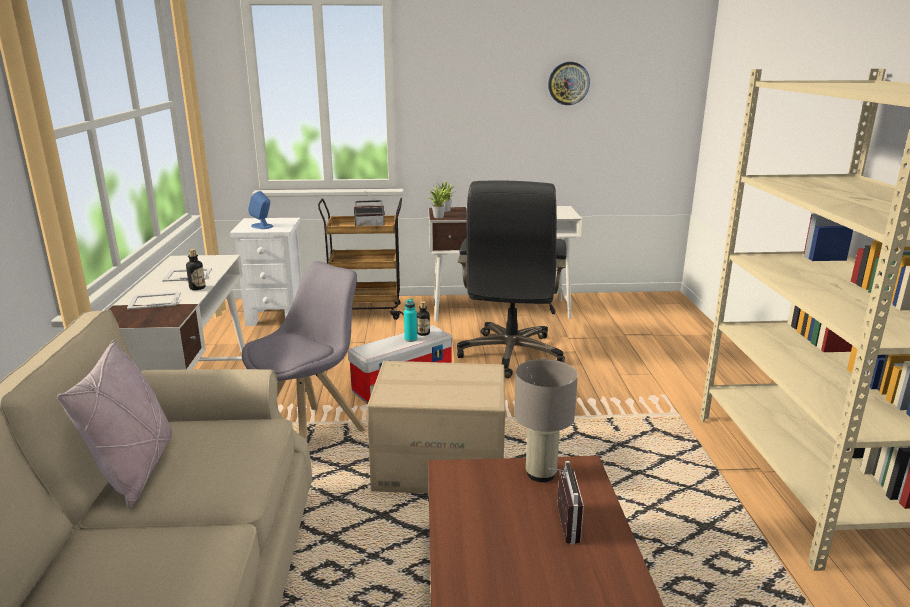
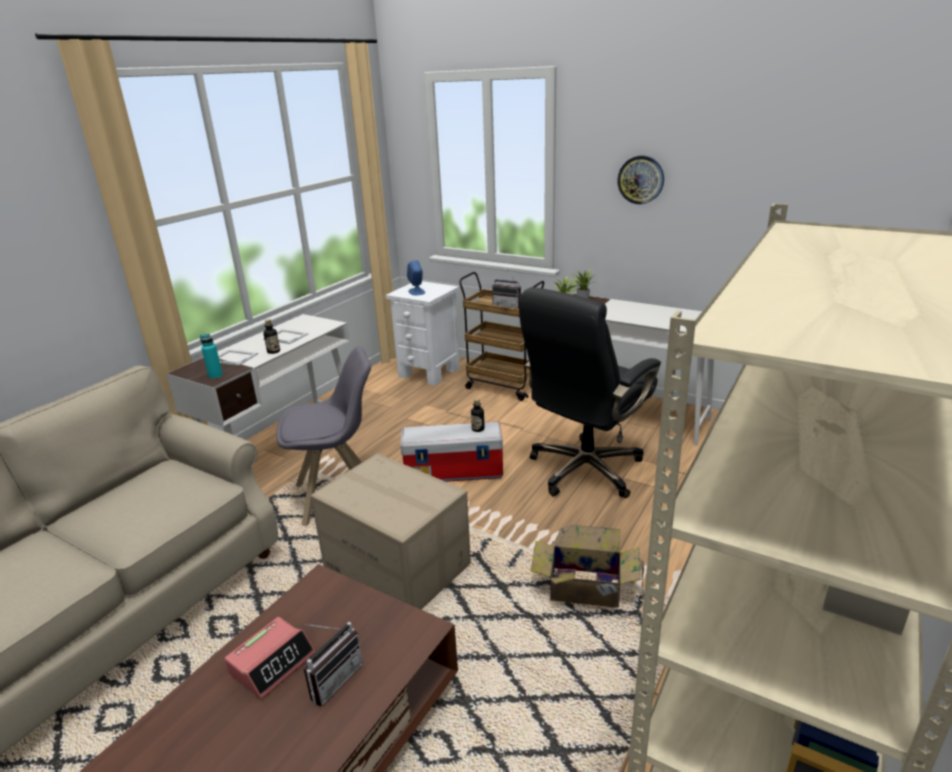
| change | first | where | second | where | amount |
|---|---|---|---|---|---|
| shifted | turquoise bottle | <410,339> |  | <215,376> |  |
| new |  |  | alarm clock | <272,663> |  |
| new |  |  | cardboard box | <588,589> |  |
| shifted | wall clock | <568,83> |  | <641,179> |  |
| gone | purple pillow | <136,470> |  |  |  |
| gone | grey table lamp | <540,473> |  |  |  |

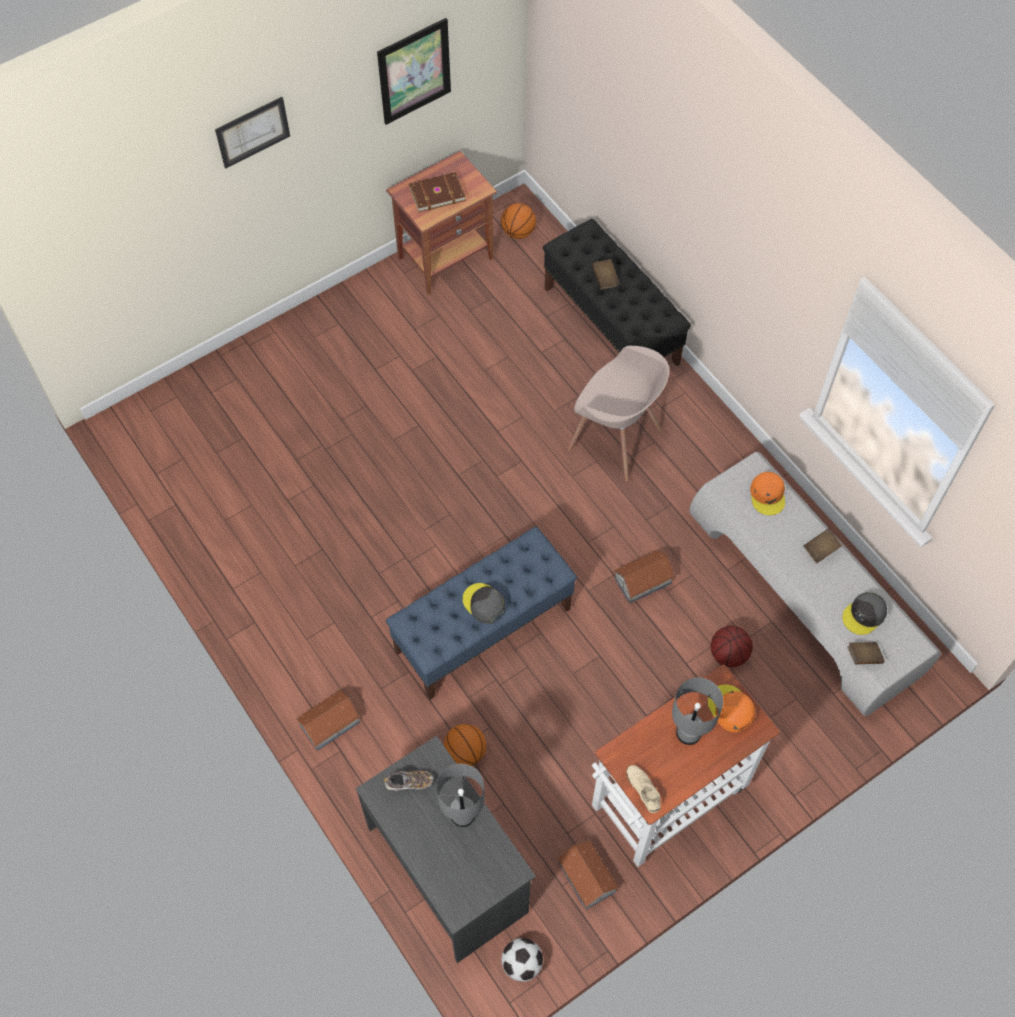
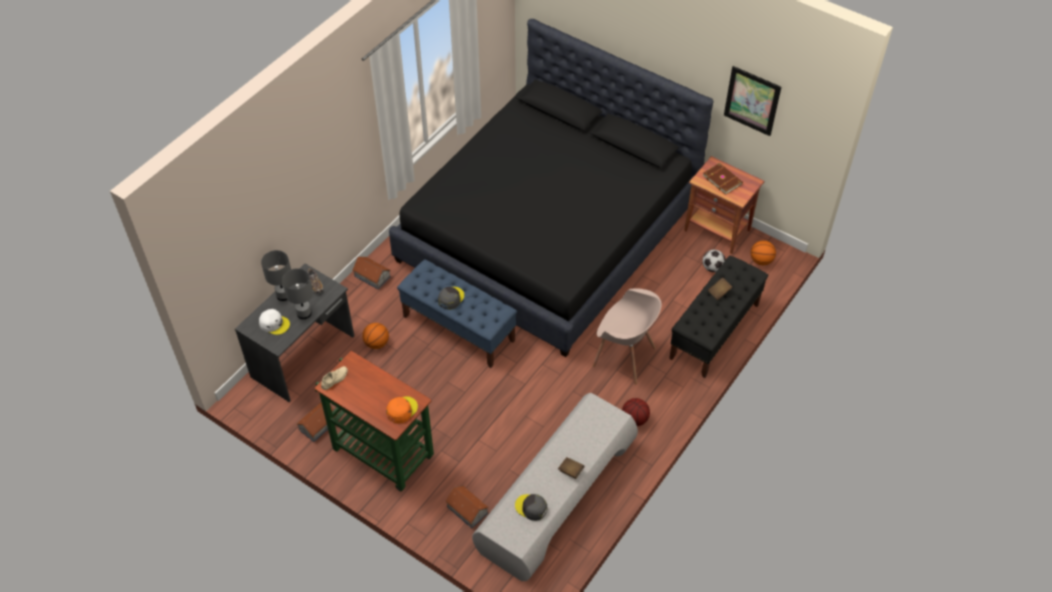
| change | first | where | second | where | amount |
|---|---|---|---|---|---|
| new |  |  | white cap | <274,324> |  |
| shifted | grey table lamp | <689,732> |  | <284,295> |  |
| repainted | white cart | <666,799> | green cart | <381,453> |  |
| new |  |  | black bed | <548,231> |  |
| shifted | toy house | <643,580> |  | <467,510> |  |
| rotated | beige chair | <615,441> |  | <624,358> | 75 degrees counterclockwise |
| shifted | basketball | <729,654> |  | <634,419> |  |
| shifted | football | <522,964> |  | <712,268> |  |
| gone | picture | <252,132> |  |  |  |
| gone | orange cap | <767,495> |  |  |  |
| gone | brown book | <863,656> |  |  |  |

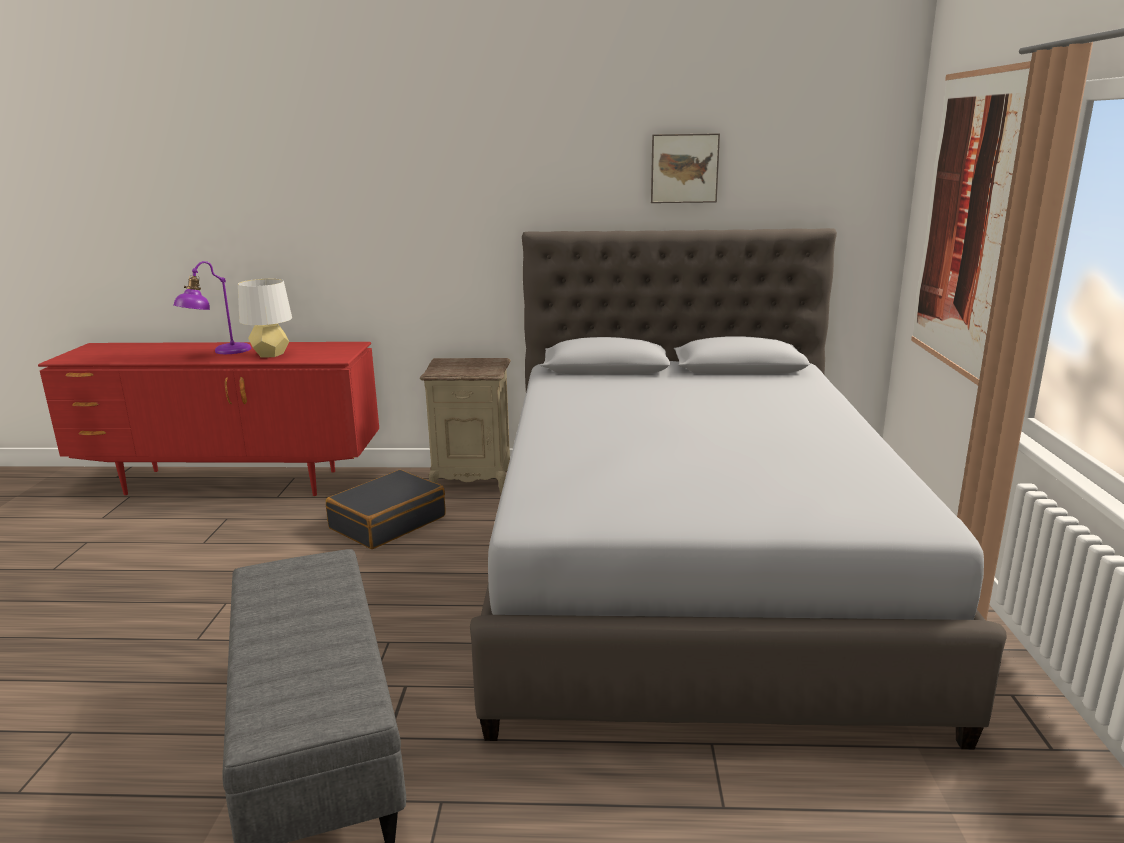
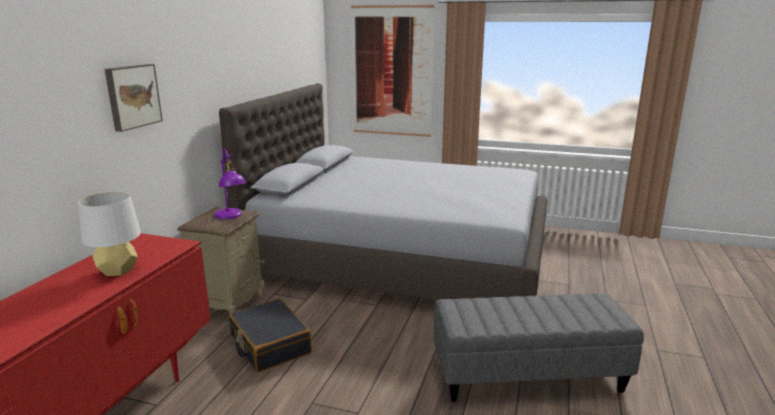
| change | first | where | second | where | amount |
|---|---|---|---|---|---|
| shifted | picture | <684,168> |  | <132,96> |  |
| shifted | purple table lamp | <218,353> |  | <232,218> |  |

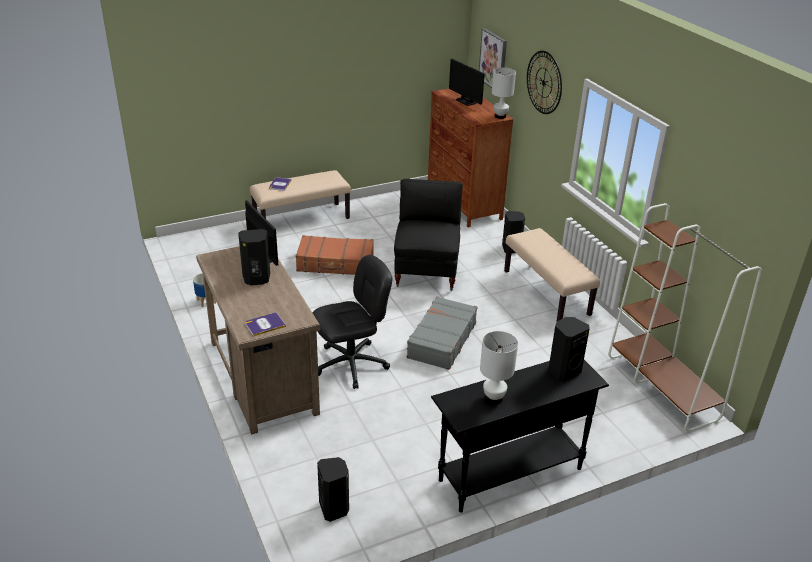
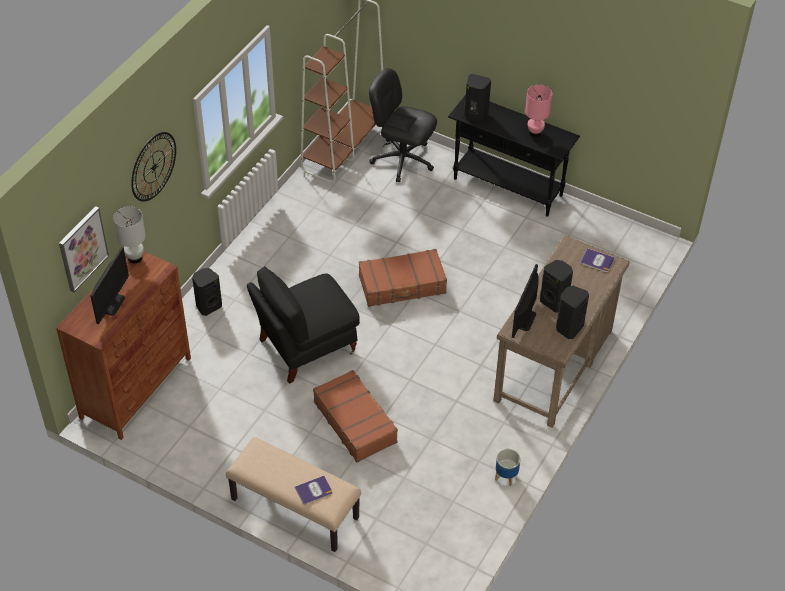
| change | first | where | second | where | amount |
|---|---|---|---|---|---|
| repainted | grey suitcase | <441,340> | brown suitcase | <402,285> |  |
| shifted | black office chair | <351,364> |  | <402,159> |  |
| repainted | white table lamp | <494,398> | pink table lamp | <534,132> |  |
| shifted | black speaker | <334,508> |  | <568,328> |  |
| gone | beige bench | <547,292> |  |  |  |

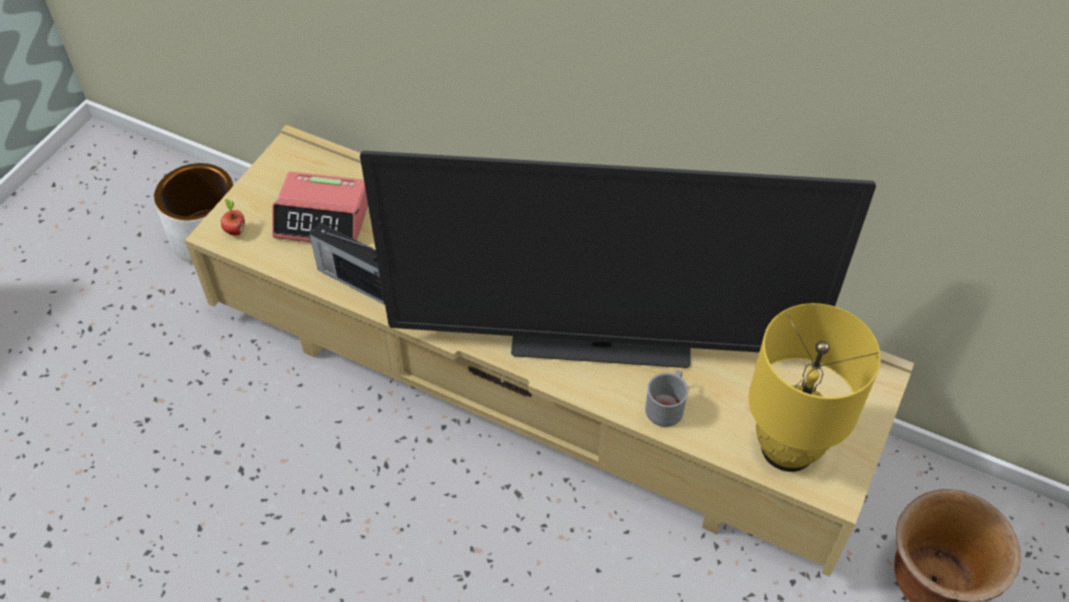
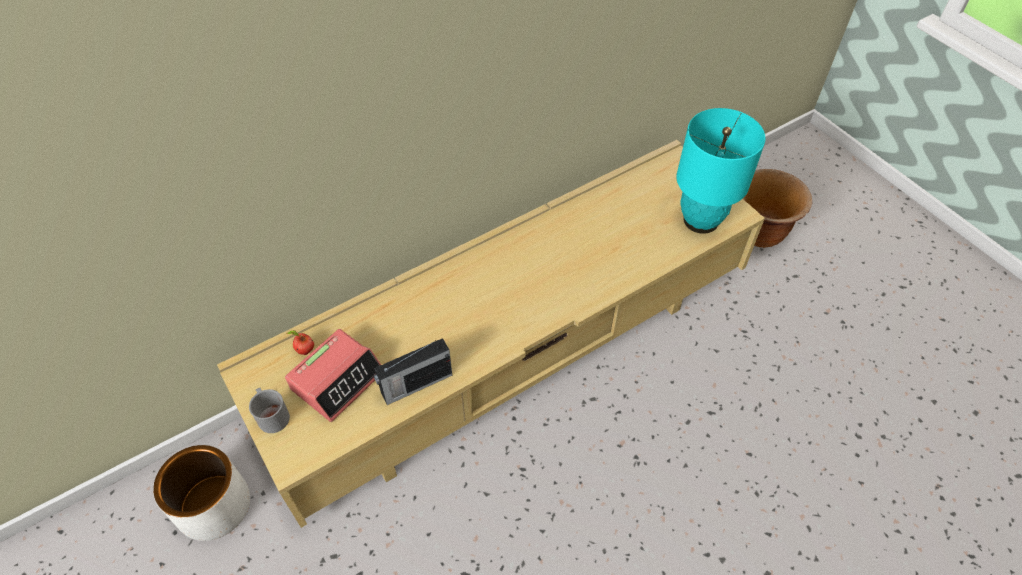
| change | first | where | second | where | amount |
|---|---|---|---|---|---|
| shifted | grey mug | <667,405> |  | <271,415> |  |
| shifted | apple | <235,231> |  | <304,350> |  |
| repainted | yellow table lamp | <787,449> | turquoise table lamp | <701,220> |  |
| gone | television | <600,348> |  |  |  |

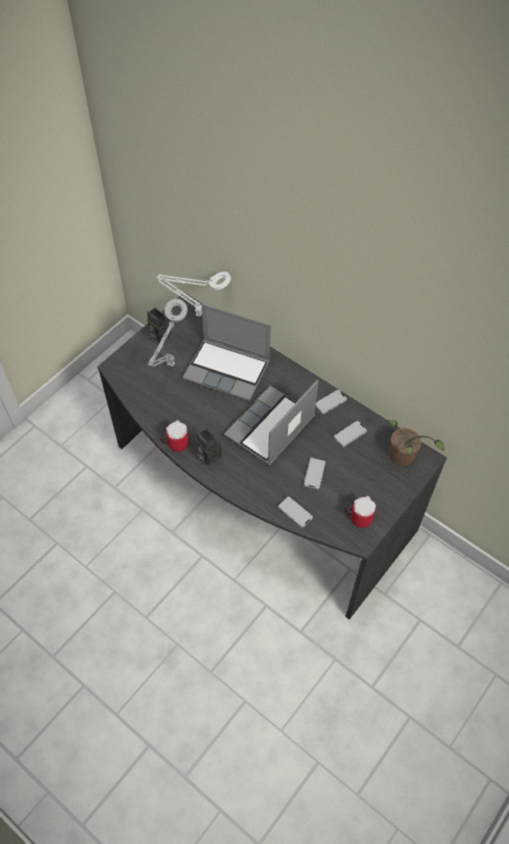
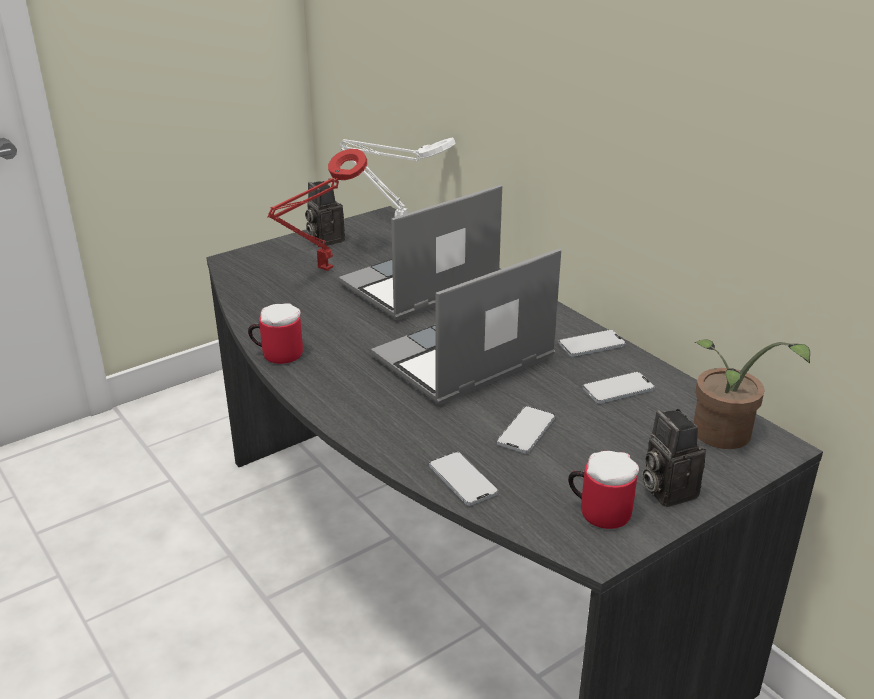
| change | first | where | second | where | amount |
|---|---|---|---|---|---|
| repainted | grey table lamp | <170,366> | red table lamp | <322,270> |  |
| rotated | laptop | <228,370> |  | <419,286> | 105 degrees clockwise |
| shifted | photo camera | <207,455> |  | <665,489> |  |

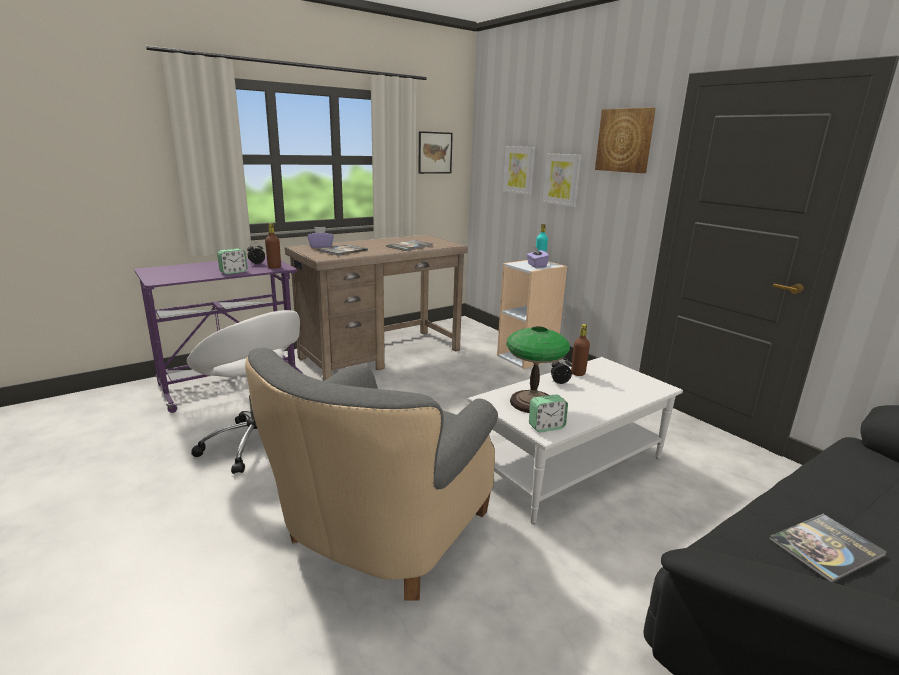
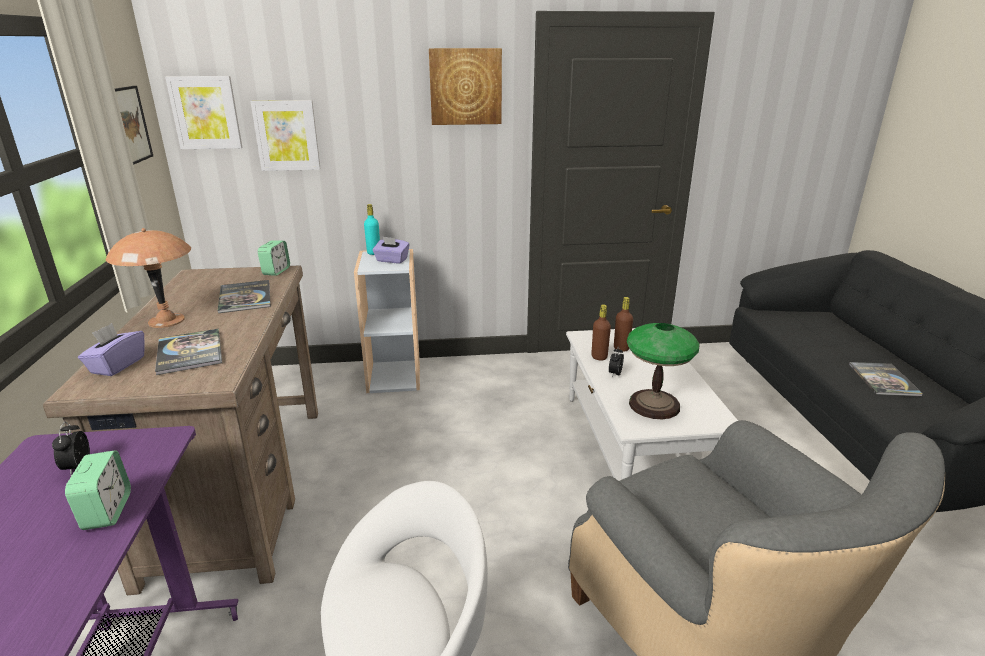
| change | first | where | second | where | amount |
|---|---|---|---|---|---|
| new |  |  | brown table lamp | <166,320> |  |
| shifted | picture | <562,179> |  | <205,112> |  |
| shifted | alarm clock | <546,427> |  | <276,271> |  |
| shifted | brown bottle | <274,267> |  | <621,348> |  |

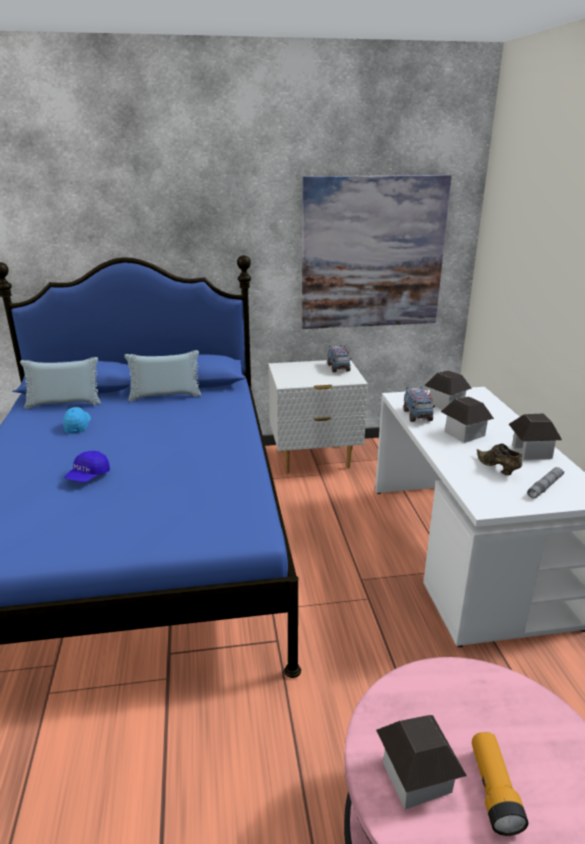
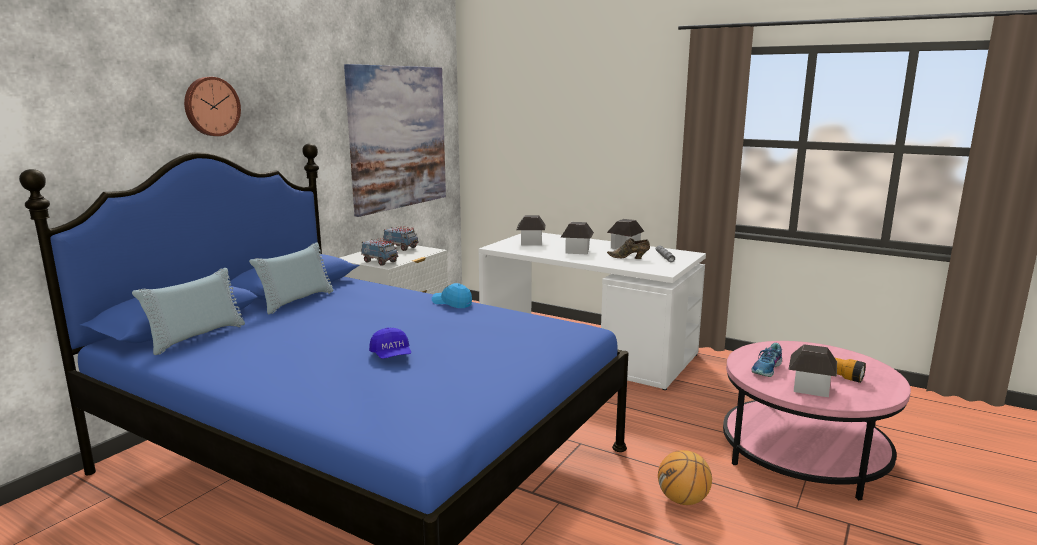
| change | first | where | second | where | amount |
|---|---|---|---|---|---|
| new |  |  | wall clock | <211,106> |  |
| shifted | toy truck | <417,416> |  | <380,262> |  |
| shifted | blue cap | <77,424> |  | <452,303> |  |
| new |  |  | basketball | <683,500> |  |
| new |  |  | shoe | <767,369> |  |

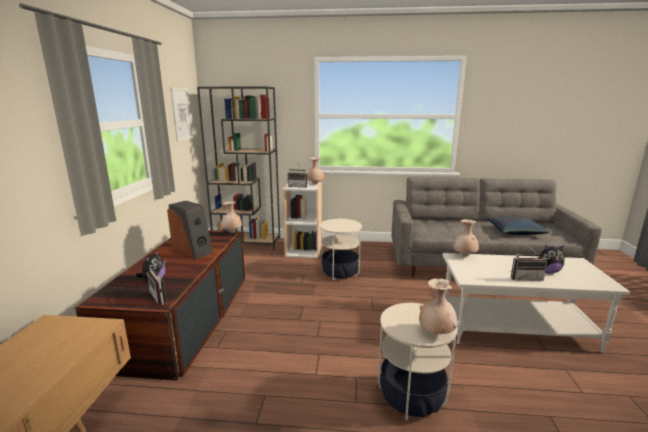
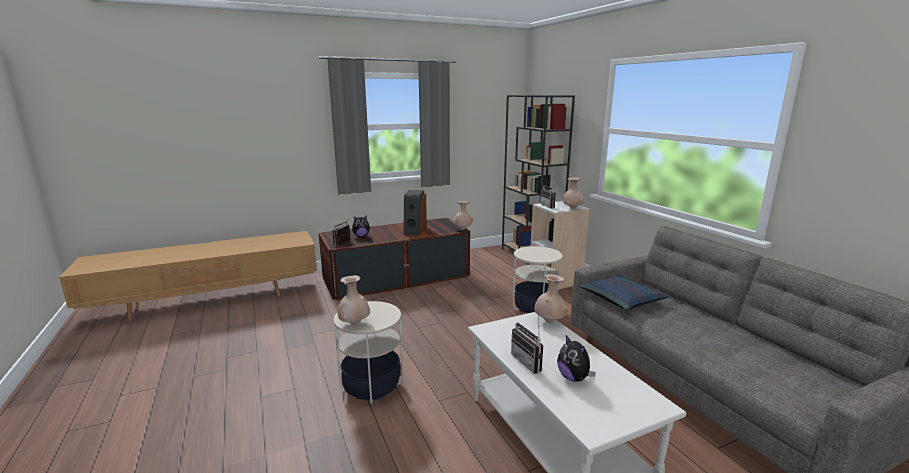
| change | first | where | second | where | amount |
|---|---|---|---|---|---|
| shifted | blue pillow | <515,231> |  | <622,300> |  |
| gone | picture | <182,114> |  |  |  |

